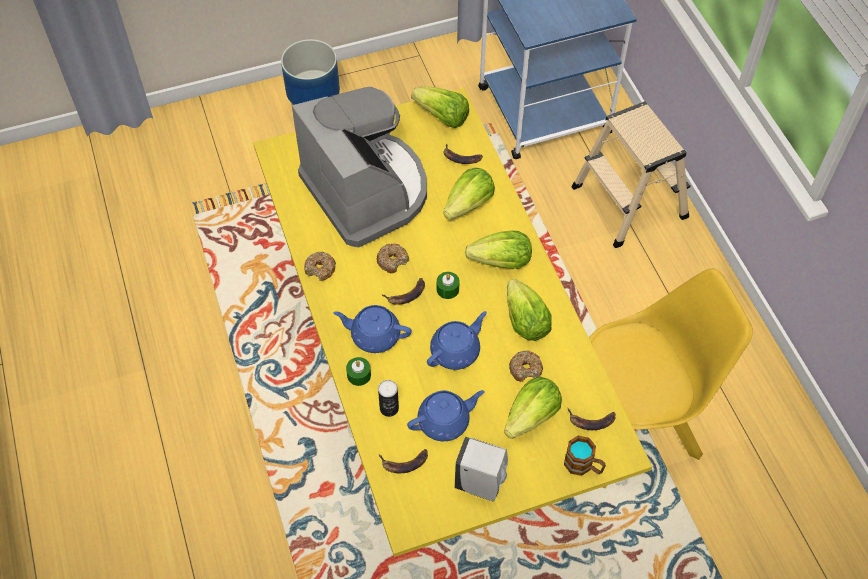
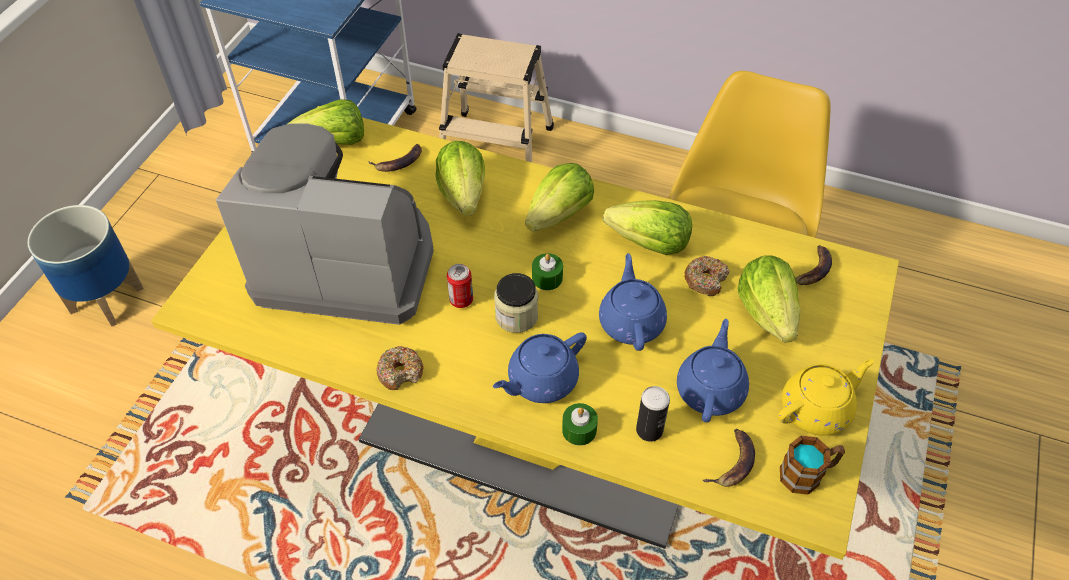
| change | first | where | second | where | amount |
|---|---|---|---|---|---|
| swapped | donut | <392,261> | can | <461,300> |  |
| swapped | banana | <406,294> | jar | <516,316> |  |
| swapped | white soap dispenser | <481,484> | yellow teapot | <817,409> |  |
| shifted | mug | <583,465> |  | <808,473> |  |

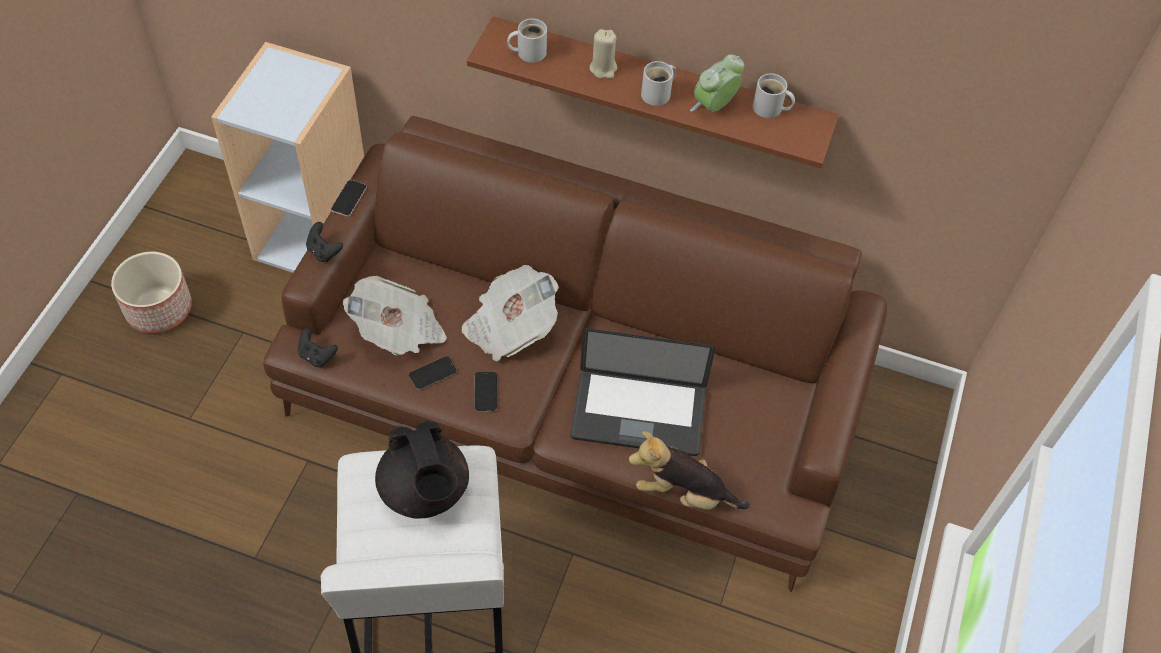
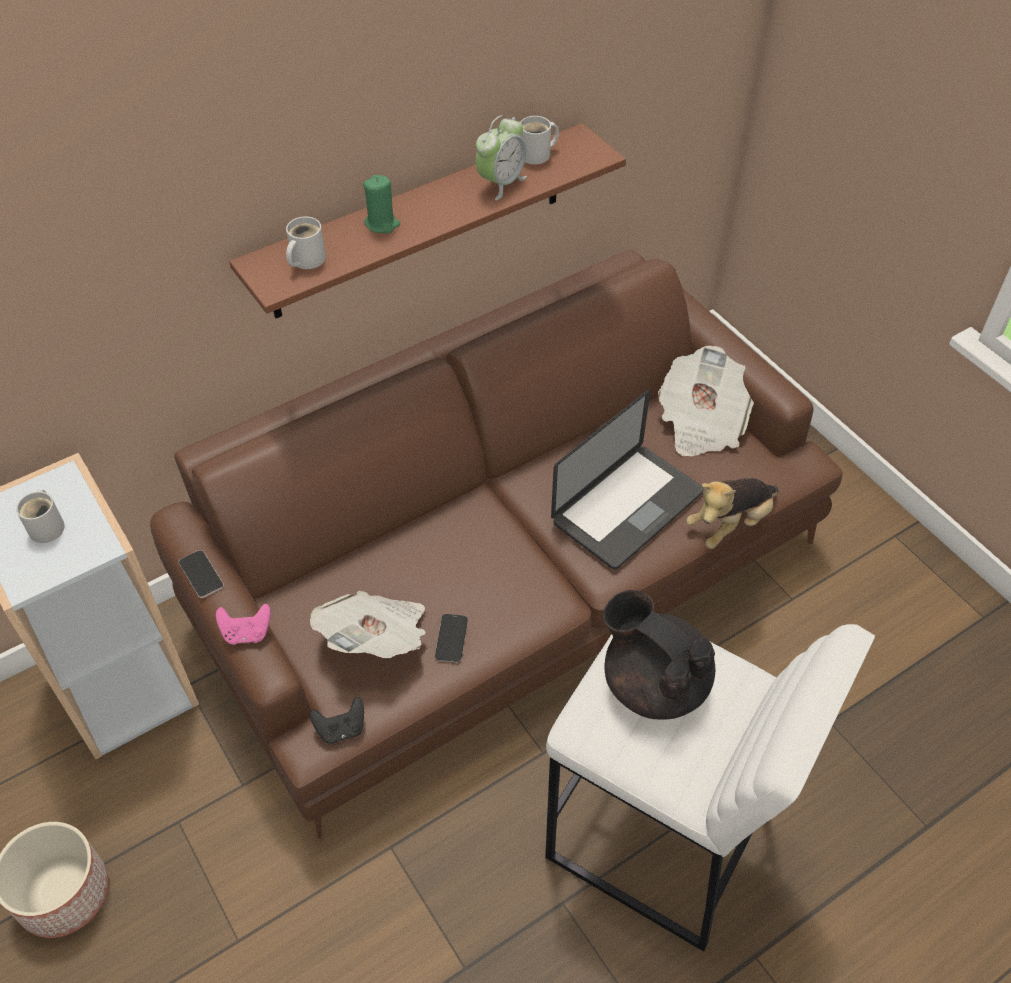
| change | first | where | second | where | amount |
|---|---|---|---|---|---|
| shifted | white mug | <658,94> |  | <48,526> |  |
| repainted | black game controller | <324,251> | pink game controller | <247,633> |  |
| repainted | beige candle | <603,68> | green candle | <382,224> |  |
| rotated | alarm clock | <714,106> |  | <501,183> | 135 degrees counterclockwise |
| rotated | black teapot | <425,491> |  | <653,683> | 150 degrees counterclockwise |
| shifted | newspaper | <510,327> |  | <701,422> |  |
| gone | phone | <485,392> |  |  |  |

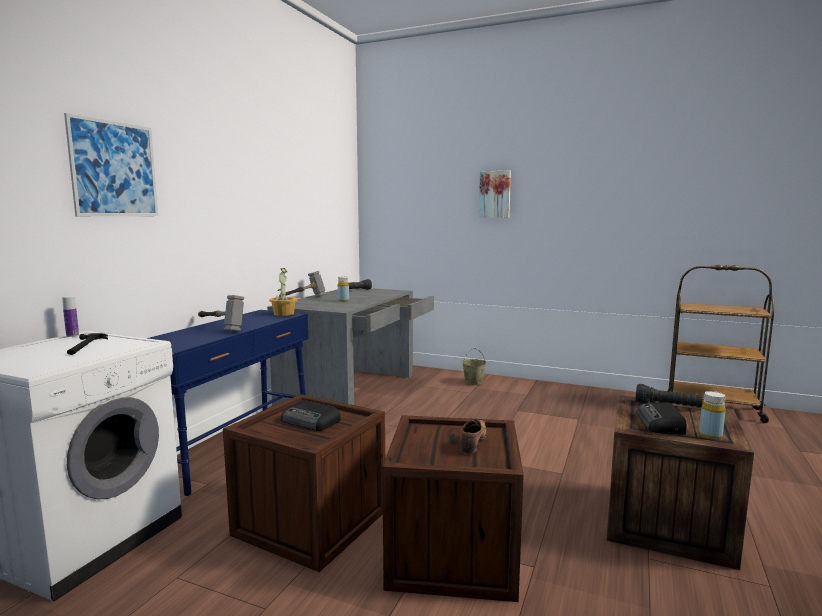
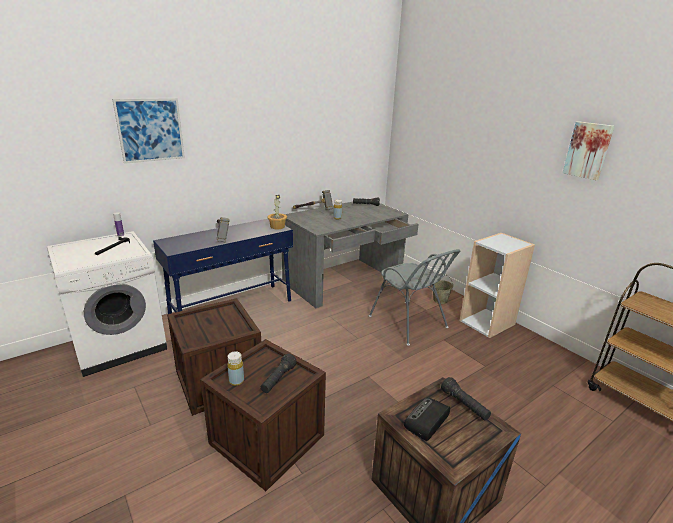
| change | first | where | second | where | amount |
|---|---|---|---|---|---|
| shifted | yellow bottle | <710,436> |  | <236,381> |  |
| swapped | shoe | <473,442> | black flashlight | <278,379> |  |
| new |  |  | grey chair | <409,323> |  |
| new |  |  | bookcase | <487,322> |  |
| shifted | picture | <495,194> |  | <588,150> |  |
| gone | radio | <311,421> |  |  |  |

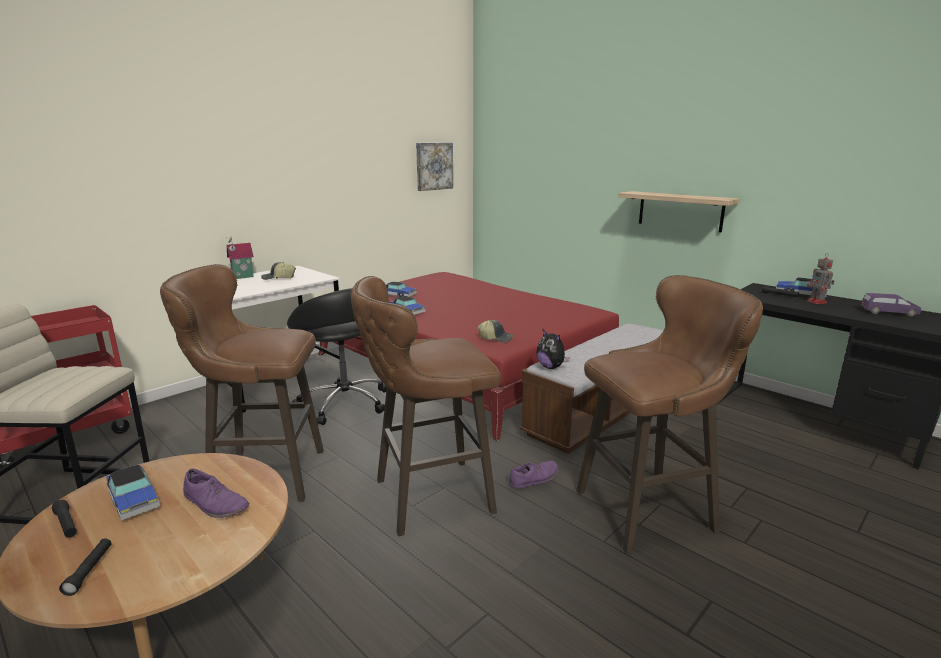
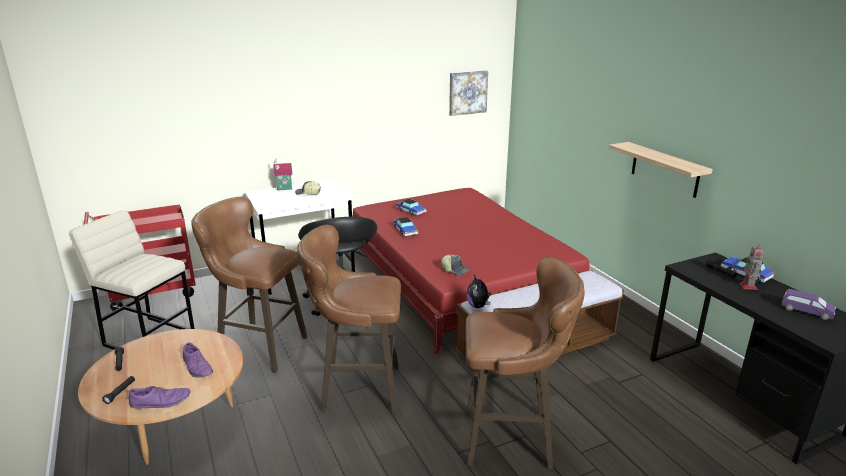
| change | first | where | second | where | amount |
|---|---|---|---|---|---|
| shifted | purple shoe | <534,478> |  | <161,401> |  |
| gone | toy car | <133,498> |  |  |  |

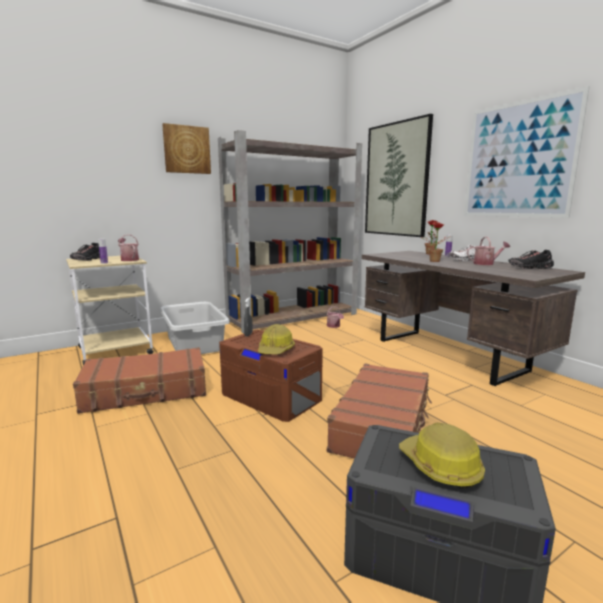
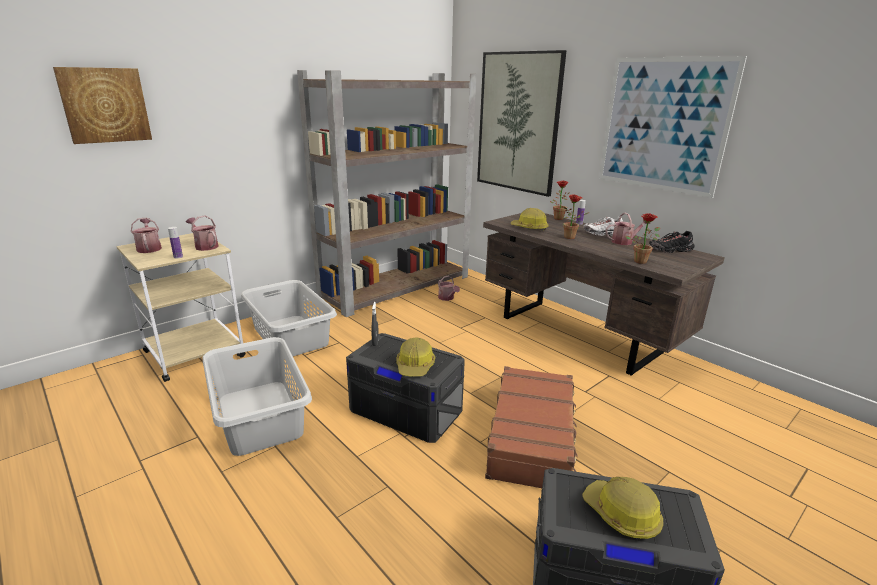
| change | first | where | second | where | amount |
|---|---|---|---|---|---|
| shifted | picture | <187,149> |  | <105,105> |  |
| swapped | black shoe | <87,259> | watering can | <149,248> |  |
| swapped | brown suitcase | <146,391> | grey laundry basket | <260,415> |  |
| repainted | brown storage box | <271,396> | grey storage box | <406,409> |  |
| new |  |  | hard hat | <529,228> |  |
| new |  |  | potted plant | <641,260> |  |

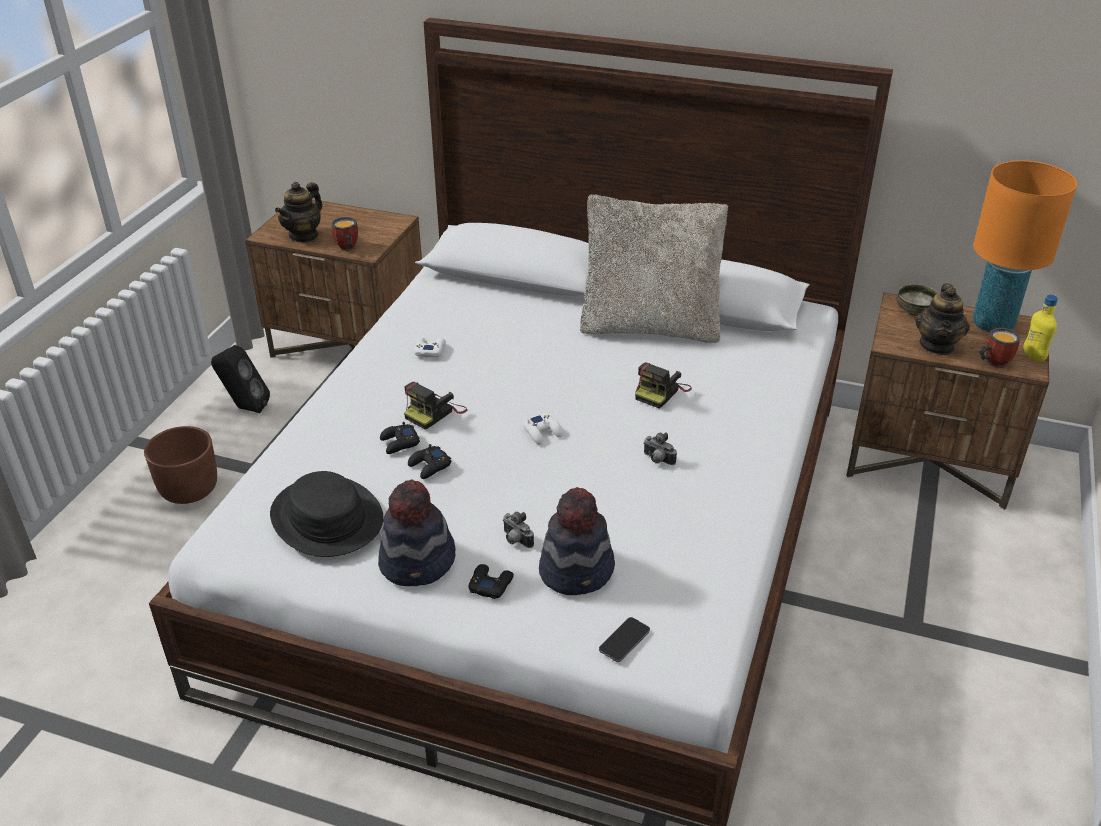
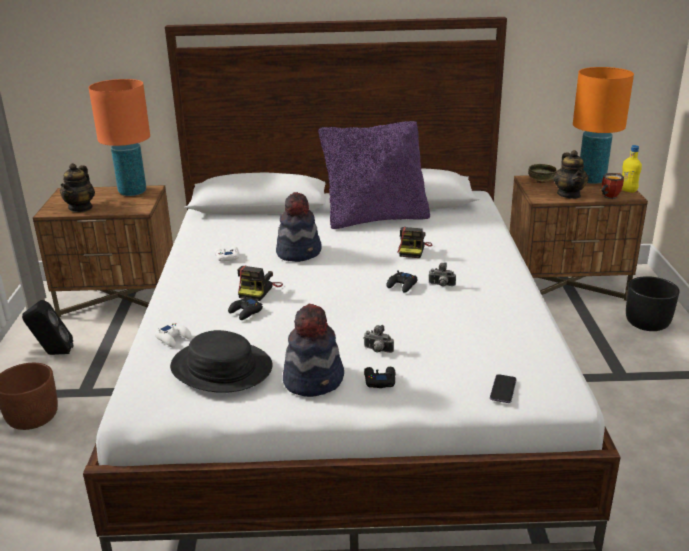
| change | first | where | second | where | amount |
|---|---|---|---|---|---|
| new |  |  | orange table lamp | <132,192> |  |
| shifted | white game controller | <542,432> |  | <173,338> |  |
| shifted | hat | <577,570> |  | <299,252> |  |
| repainted | beige pillow | <650,323> | purple pillow | <375,216> |  |
| shifted | black game controller | <429,466> |  | <402,285> |  |
| new |  |  | black planter | <646,323> |  |
| gone | mug | <346,249> |  |  |  |

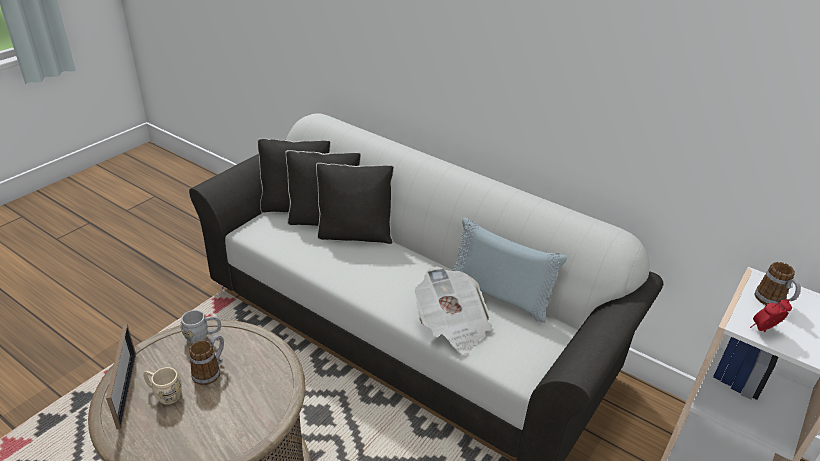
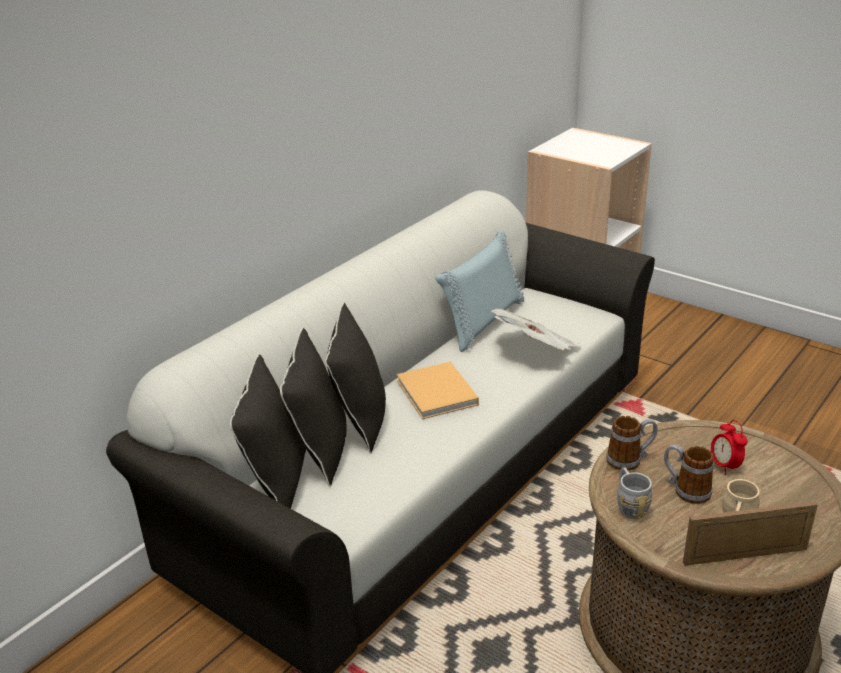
| change | first | where | second | where | amount |
|---|---|---|---|---|---|
| new |  |  | beige book | <438,394> |  |
| shifted | mug | <772,302> |  | <630,460> |  |
| shifted | alarm clock | <763,330> |  | <724,466> |  |

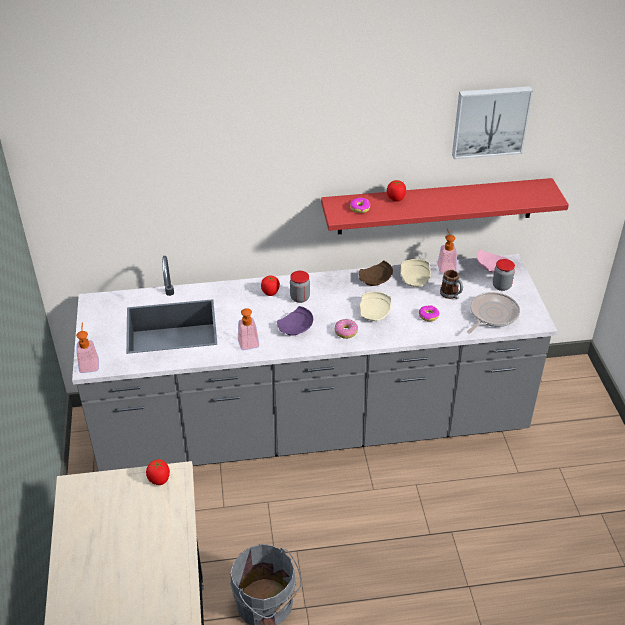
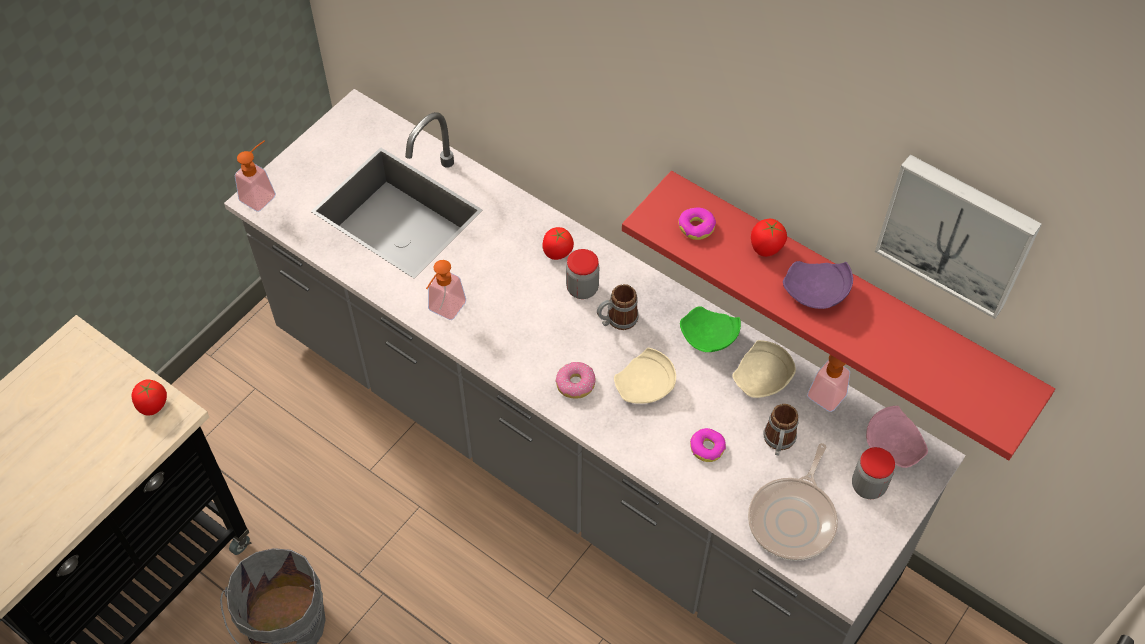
| change | first | where | second | where | amount |
|---|---|---|---|---|---|
| new |  |  | mug | <616,320> |  |
| repainted | brown plate | <375,280> | green plate | <708,337> |  |
| rotated | frying pan | <492,315> |  | <793,518> | 120 degrees clockwise |
| shifted | purple plate | <296,328> |  | <816,292> |  |

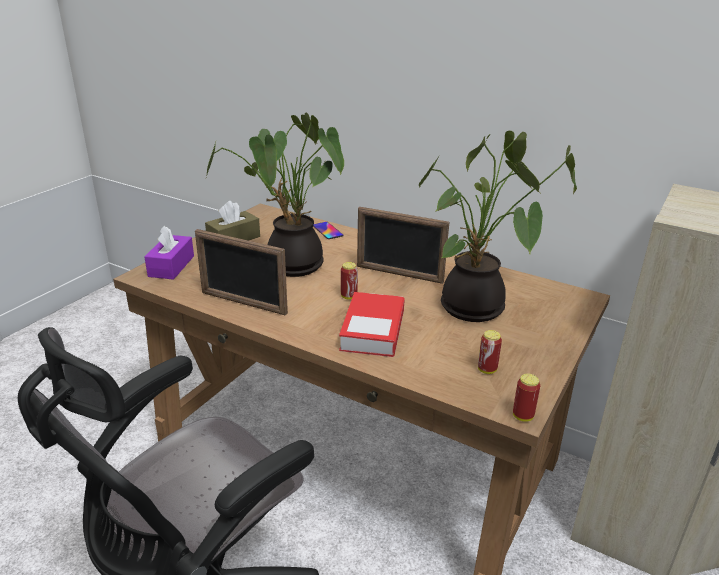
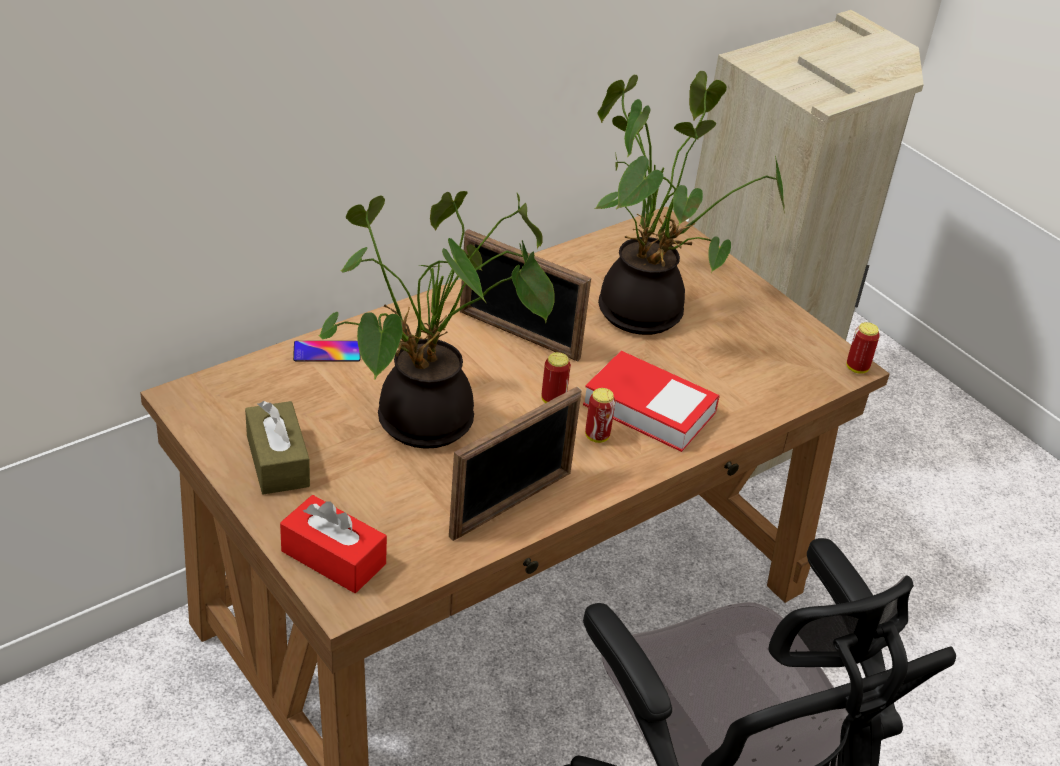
| change | first | where | second | where | amount |
|---|---|---|---|---|---|
| repainted | purple tissue box | <171,266> | red tissue box | <333,557> |  |
| rotated | picture frame | <399,274> |  | <518,335> | 75 degrees clockwise |
| shifted | can | <487,370> |  | <597,436> |  |

